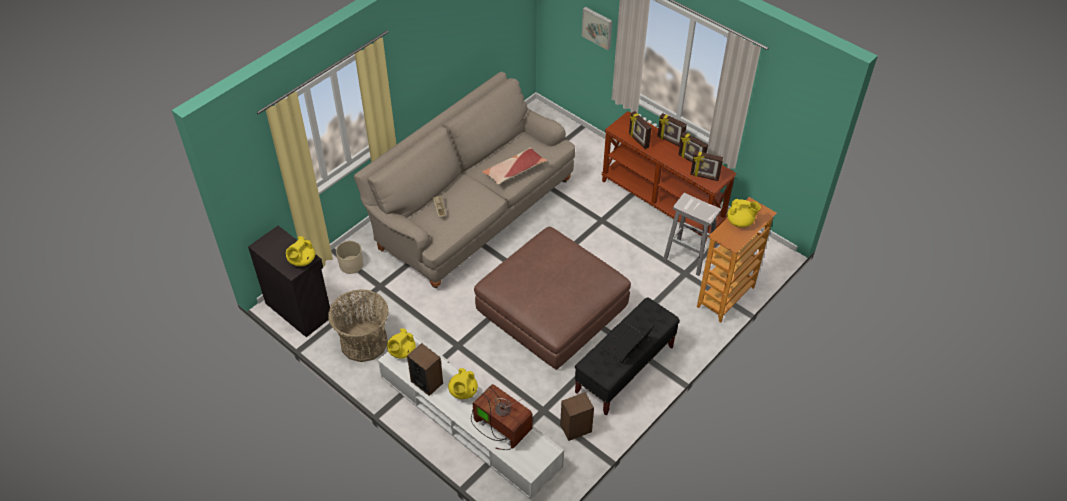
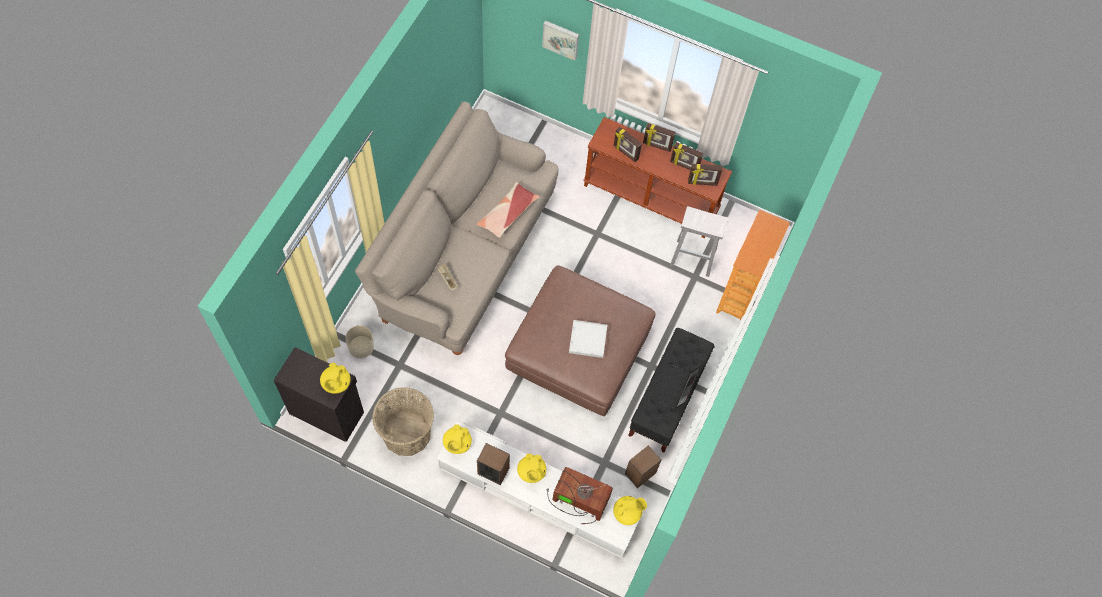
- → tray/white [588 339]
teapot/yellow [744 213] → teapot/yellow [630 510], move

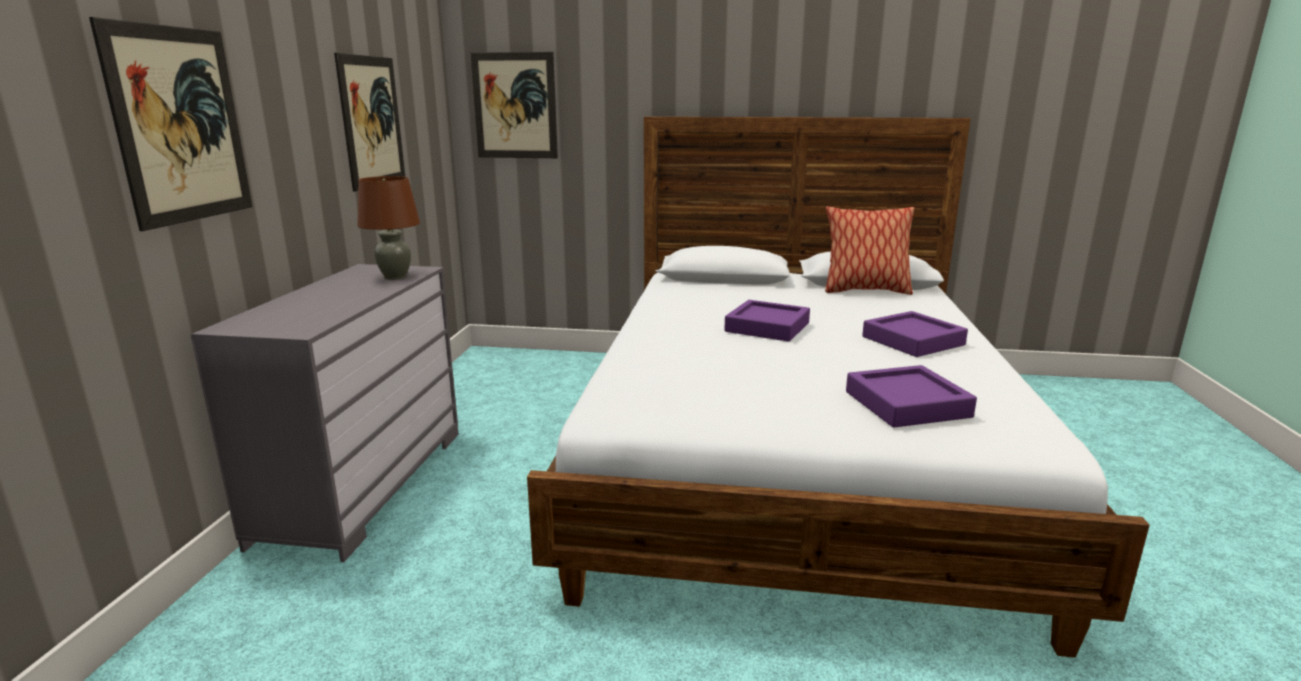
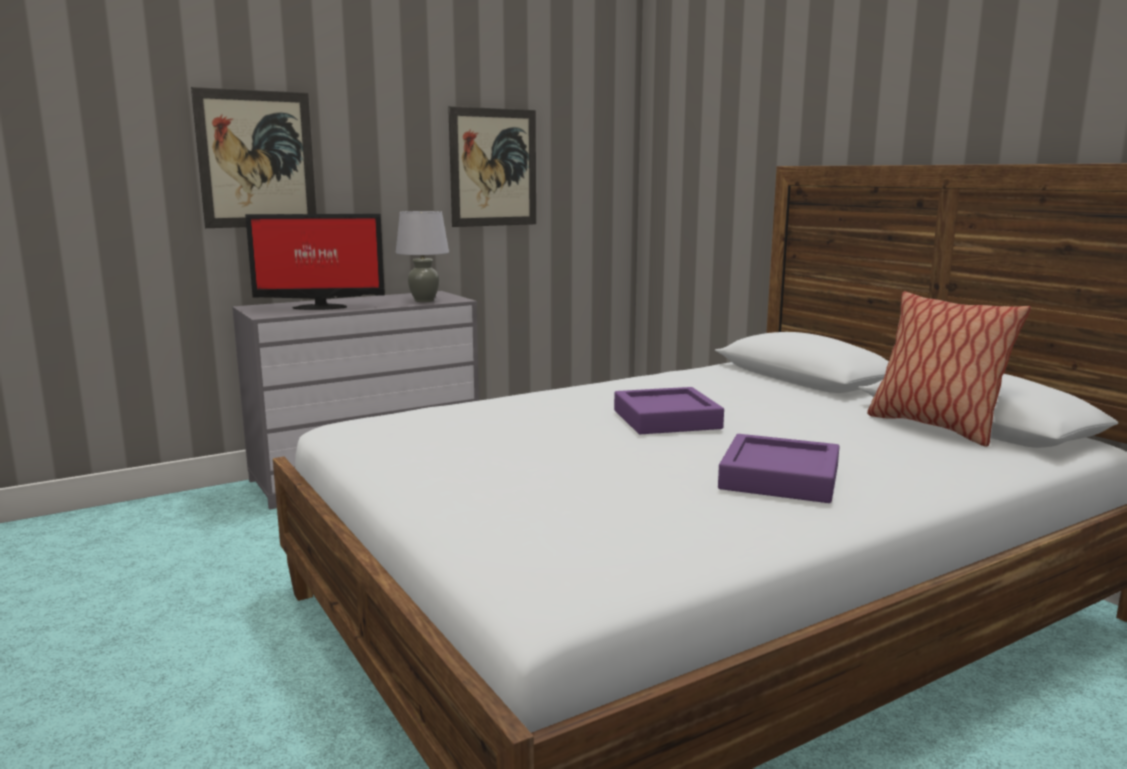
- → monitor [315 262]
table lamp/brown [388 228] → table lamp/grey [422 256]
picture [514 105] → -
tray/purple [911 396] → -

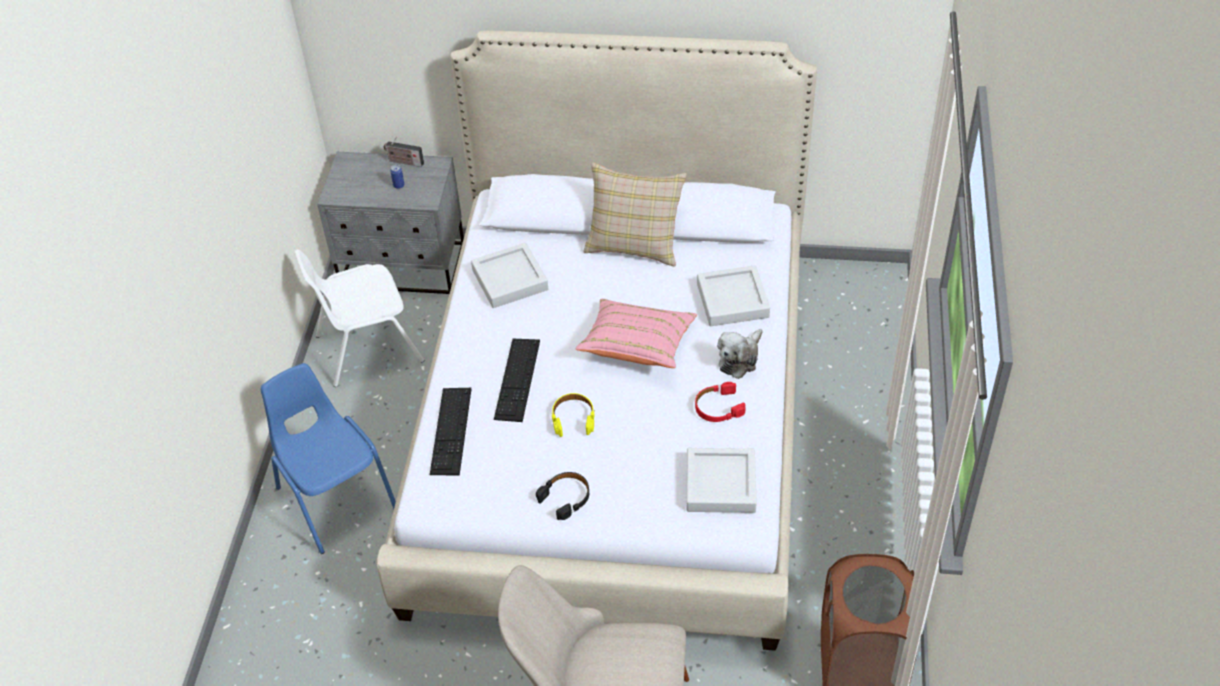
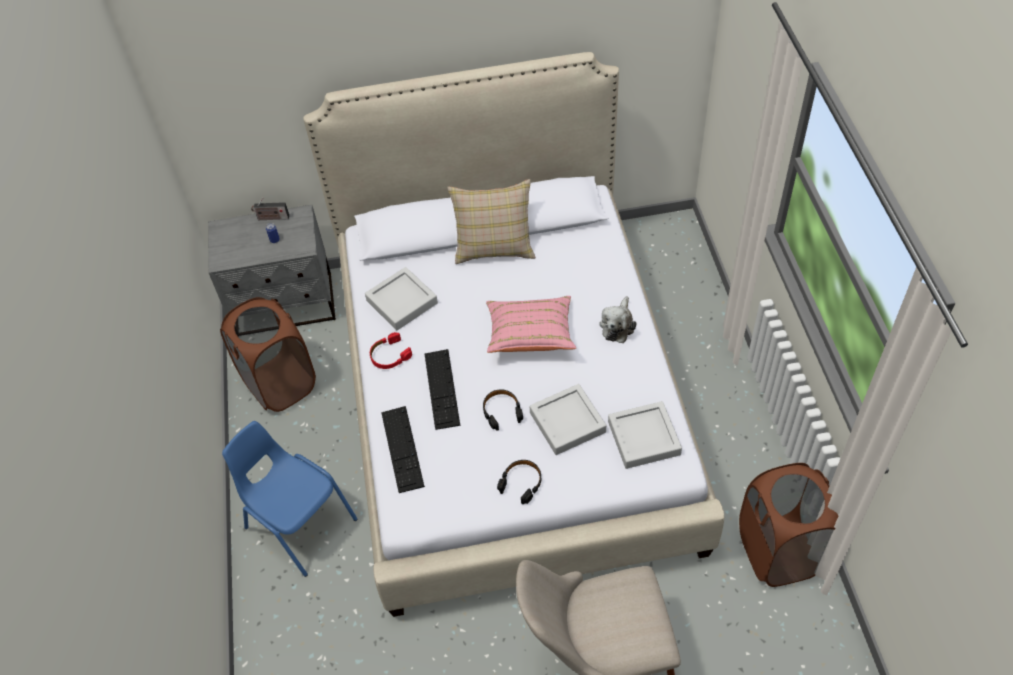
chair/white [359 318] → laundry basket/brown [268 354]
headphones/red [720 402] → headphones/red [391 350], move
headphones/yellow [573 415] → headphones/black [503 410]
tray/grey [733 295] → tray/grey [567 419], move

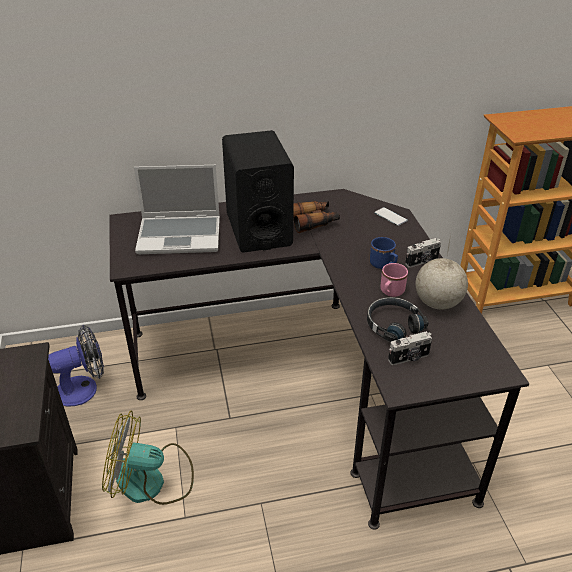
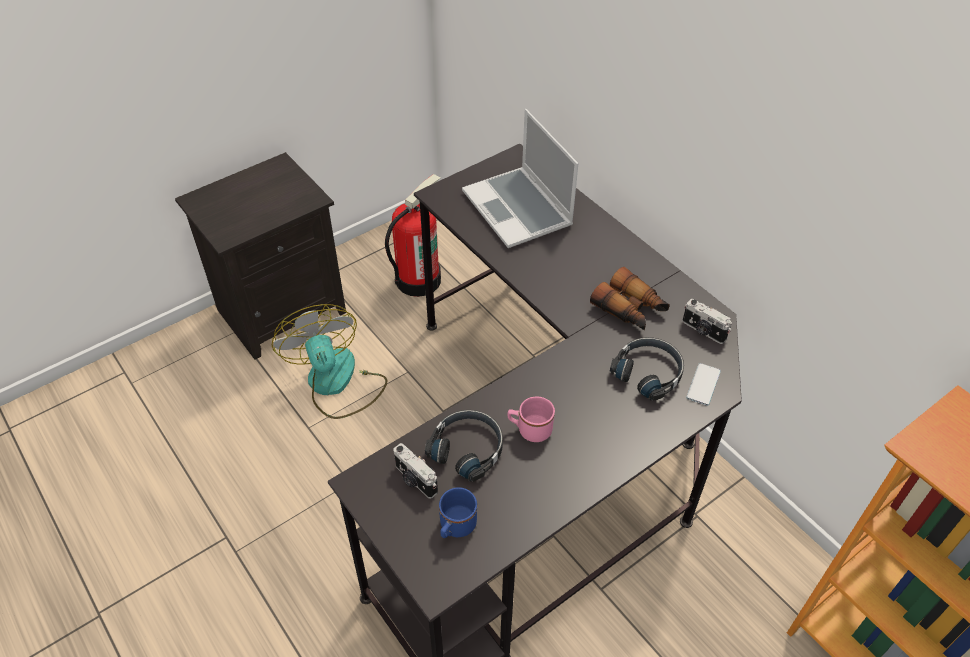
fan [76 366] → fire extinguisher [413 235]
mug/blue [384 253] → mug/blue [458 512], move
- → headphones/black [647 369]
photo camera [423 253] → photo camera [707 321], move
speaker/black [258 191] → -
globe [442 271] → -

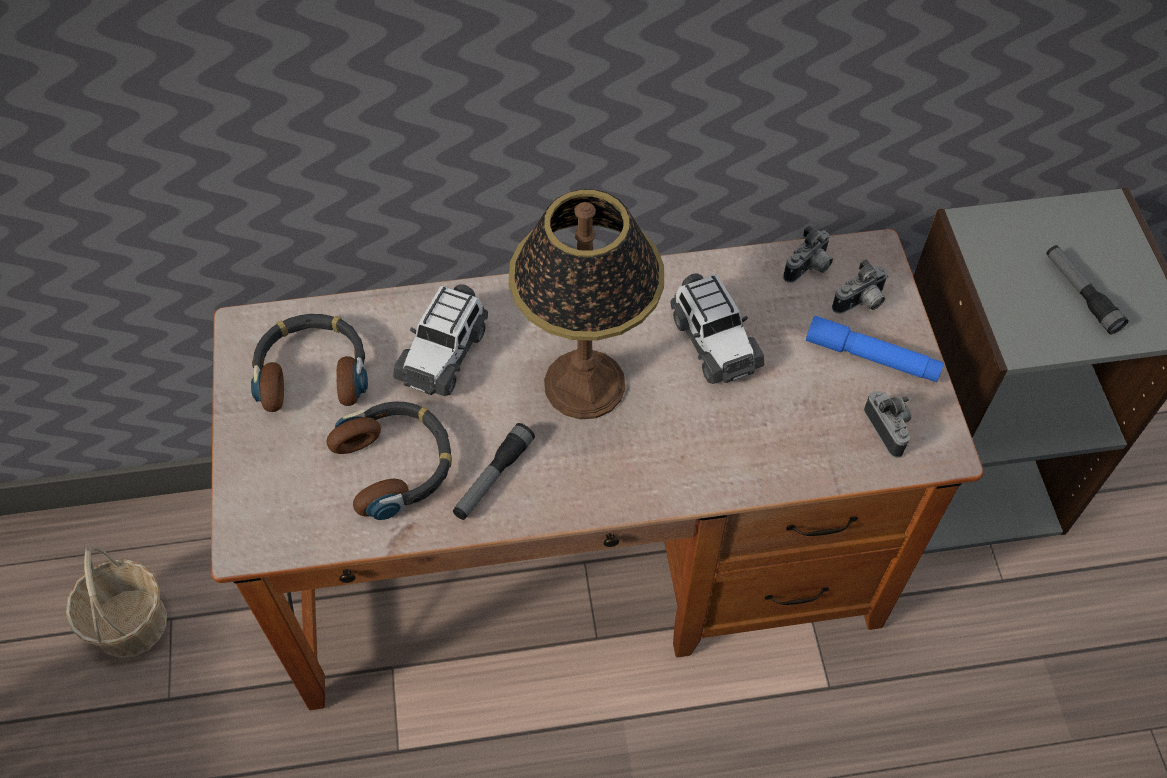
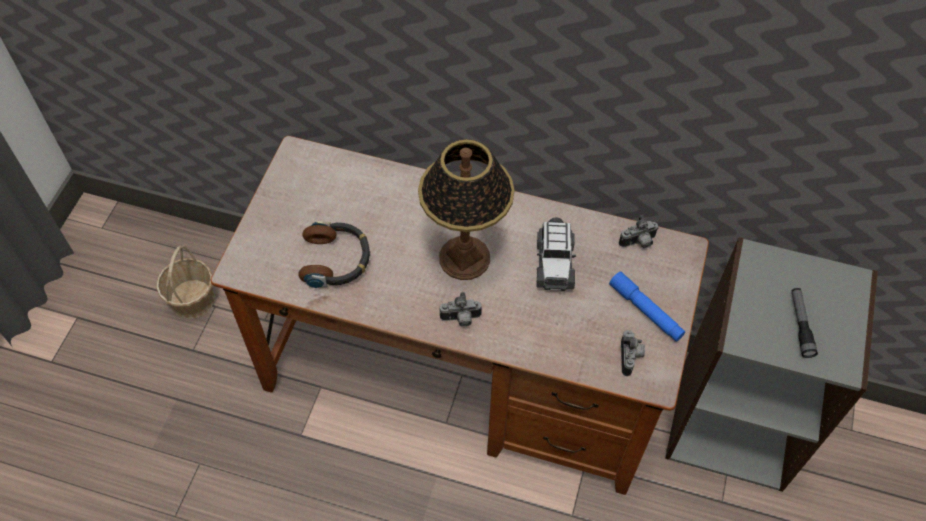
photo camera [860 286] → photo camera [460 309], move
headphones [309 363] → -
toy car [440 340] → -
flashlight [494 471] → -

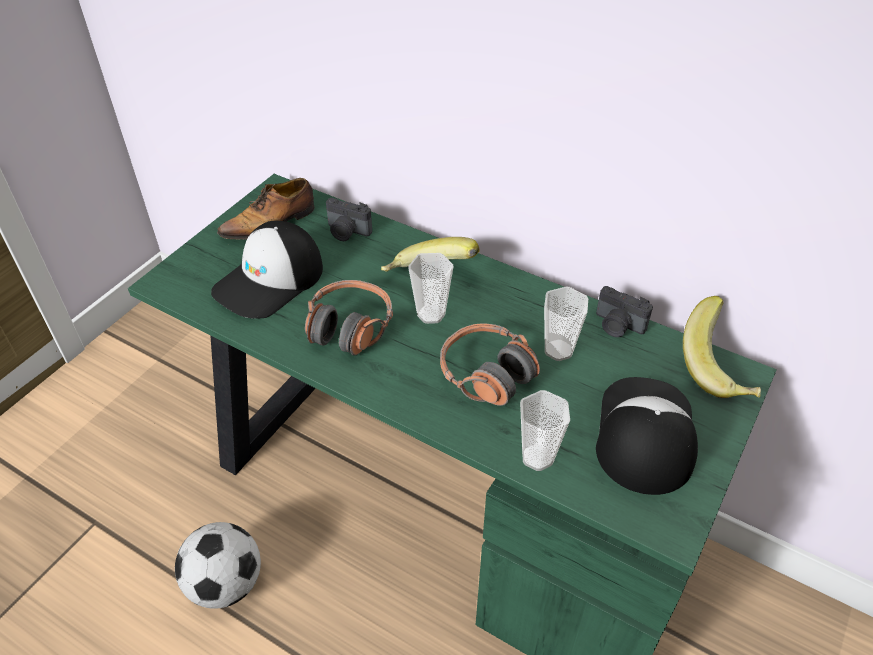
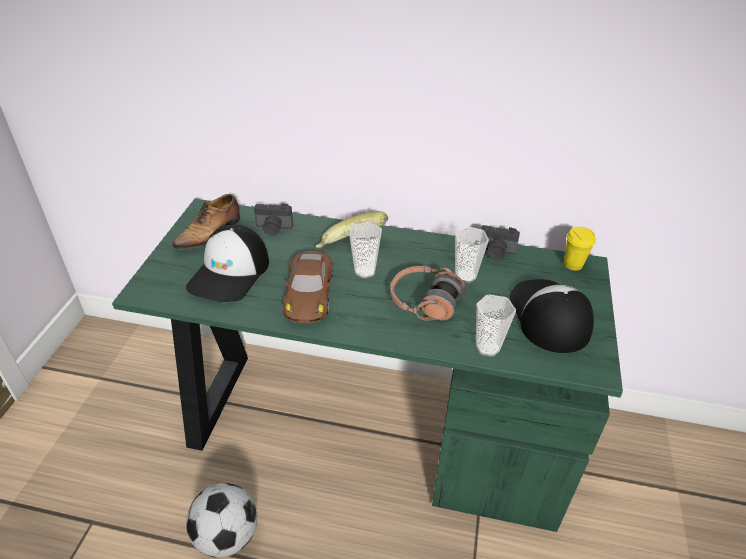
headphones [349 318] → toy car/brown [308 287]
banana [722 347] → cup/yellow [580 249]

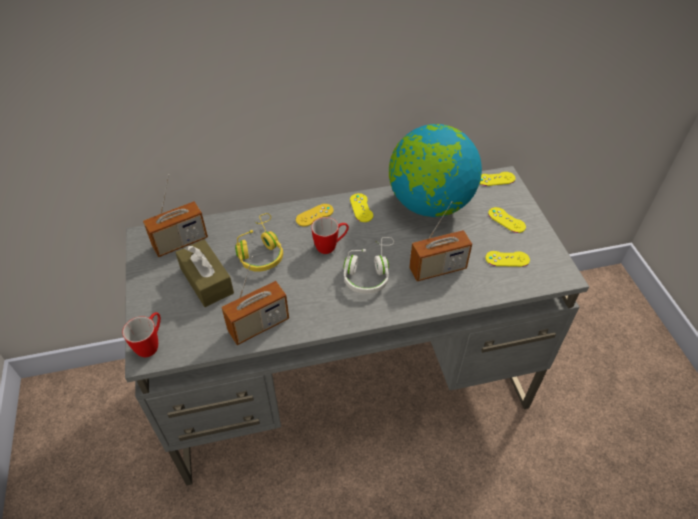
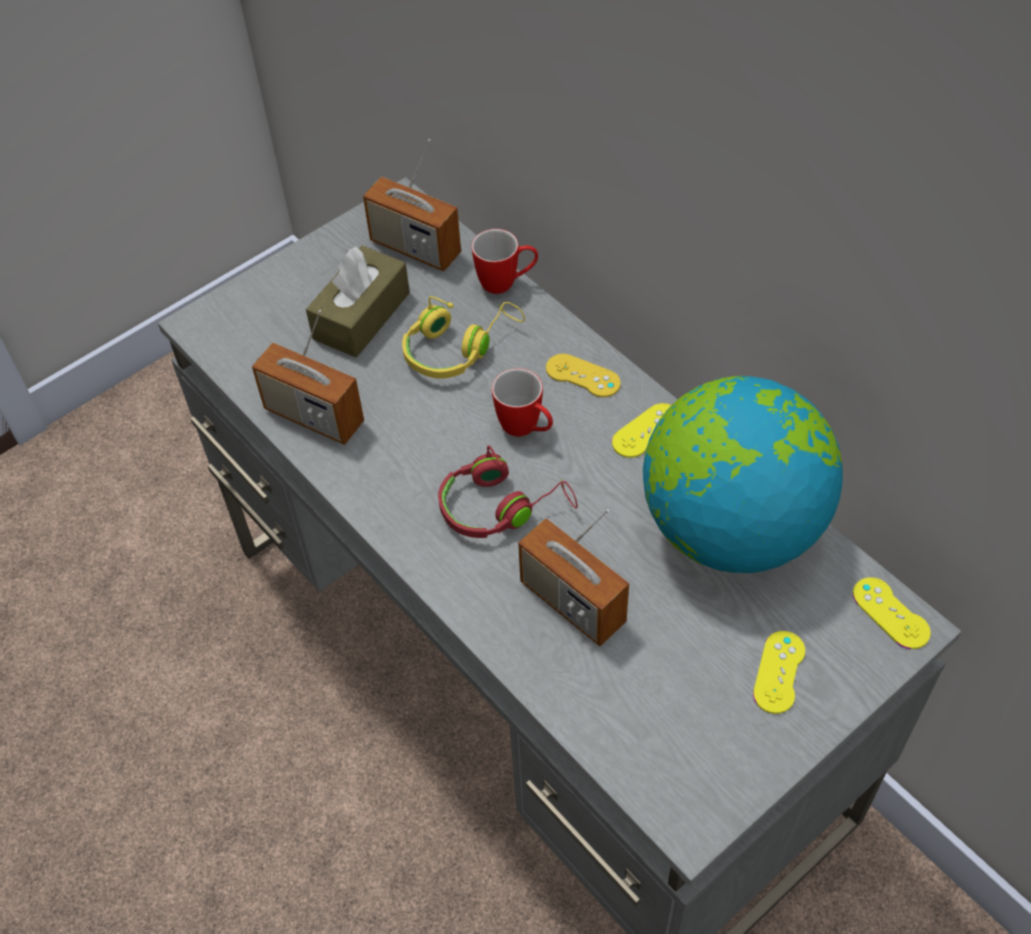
headphones/white [369 265] → headphones/red [508 491]
mug [141 334] → mug [505 261], move
game controller/yellow [507 259] → -

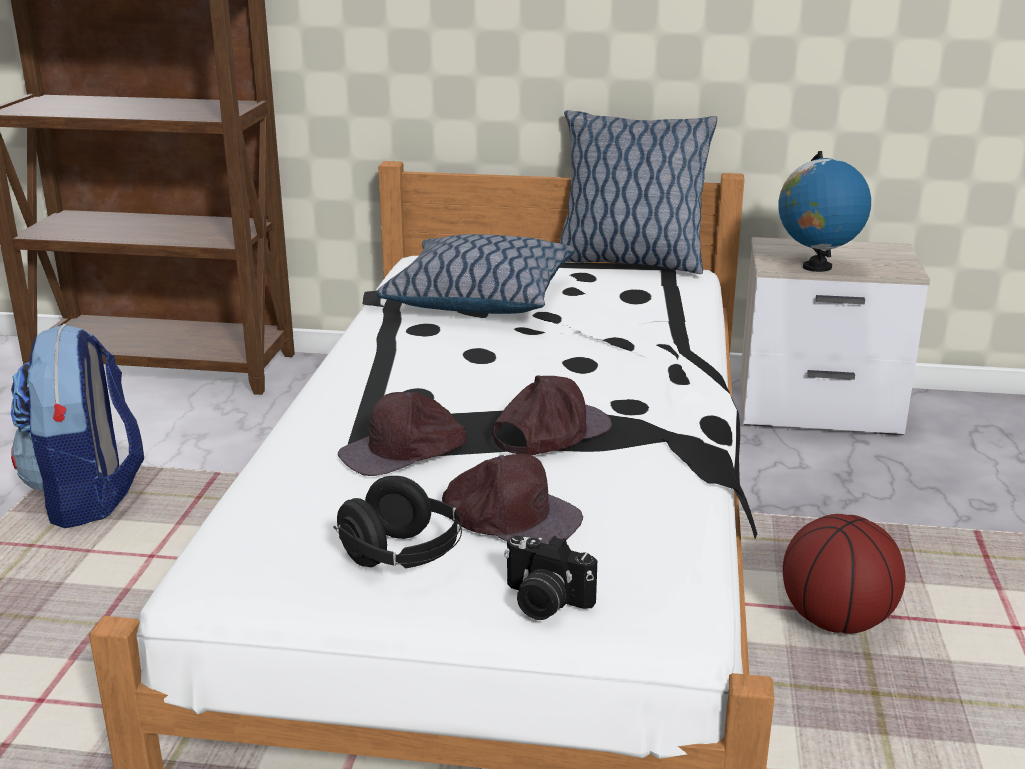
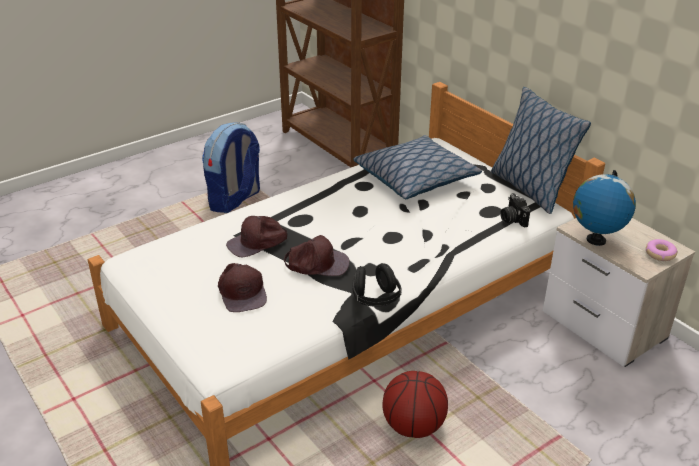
cap/brown [402 434] → cap/brown [256 236], 45 degrees counterclockwise
headphones/black [397 522] → headphones/black [377 285], move
photo camera [550 577] → photo camera [515 210], move
- → donut [662 250]

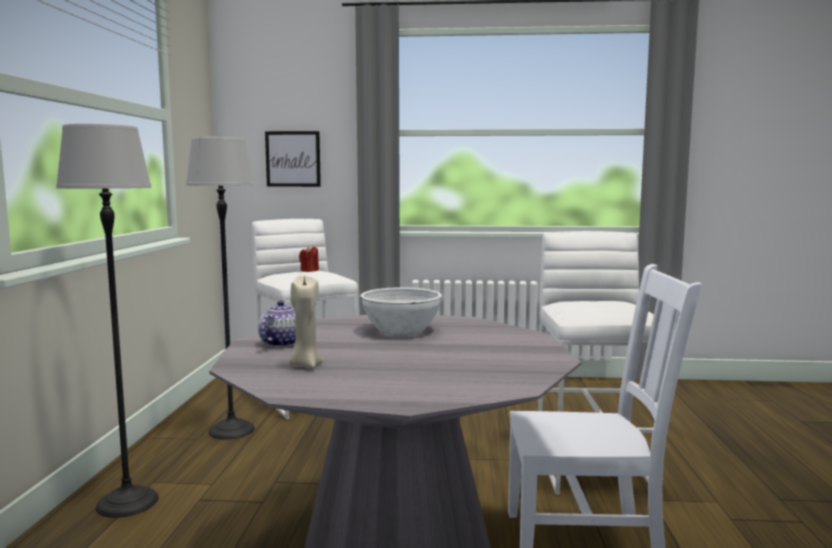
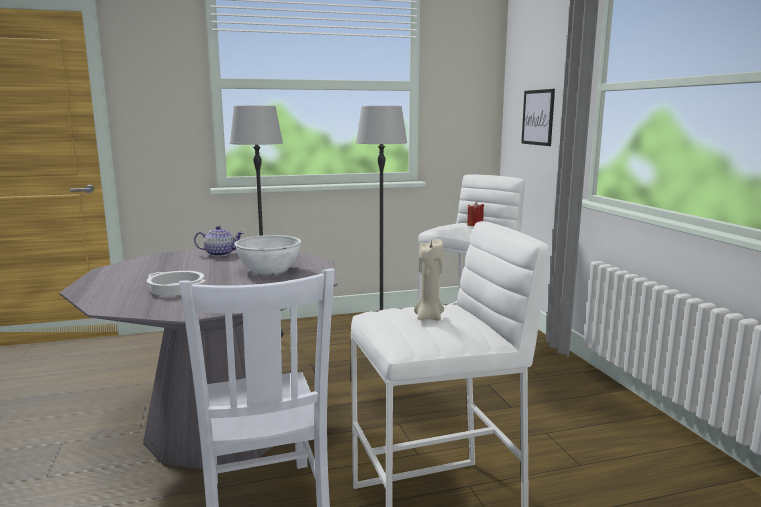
- → cooking pot [176 283]
candle/beige [305 322] → candle/beige [429 280], move

